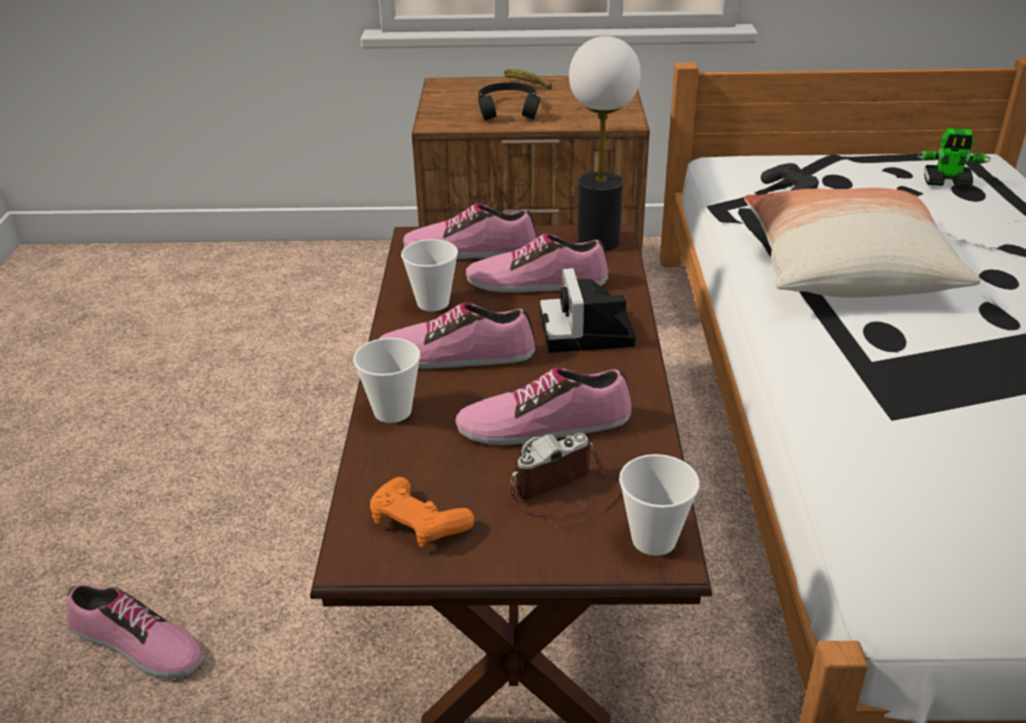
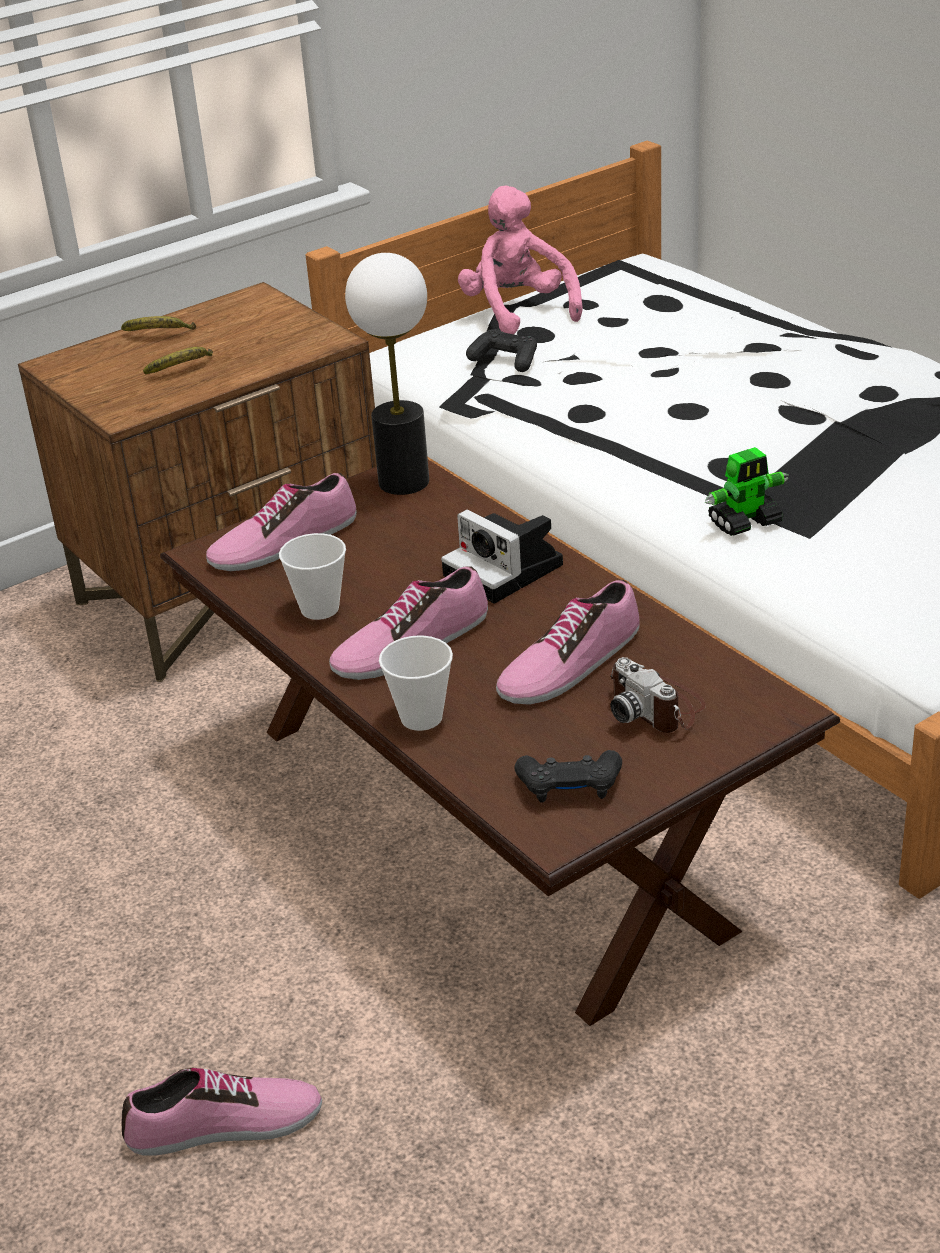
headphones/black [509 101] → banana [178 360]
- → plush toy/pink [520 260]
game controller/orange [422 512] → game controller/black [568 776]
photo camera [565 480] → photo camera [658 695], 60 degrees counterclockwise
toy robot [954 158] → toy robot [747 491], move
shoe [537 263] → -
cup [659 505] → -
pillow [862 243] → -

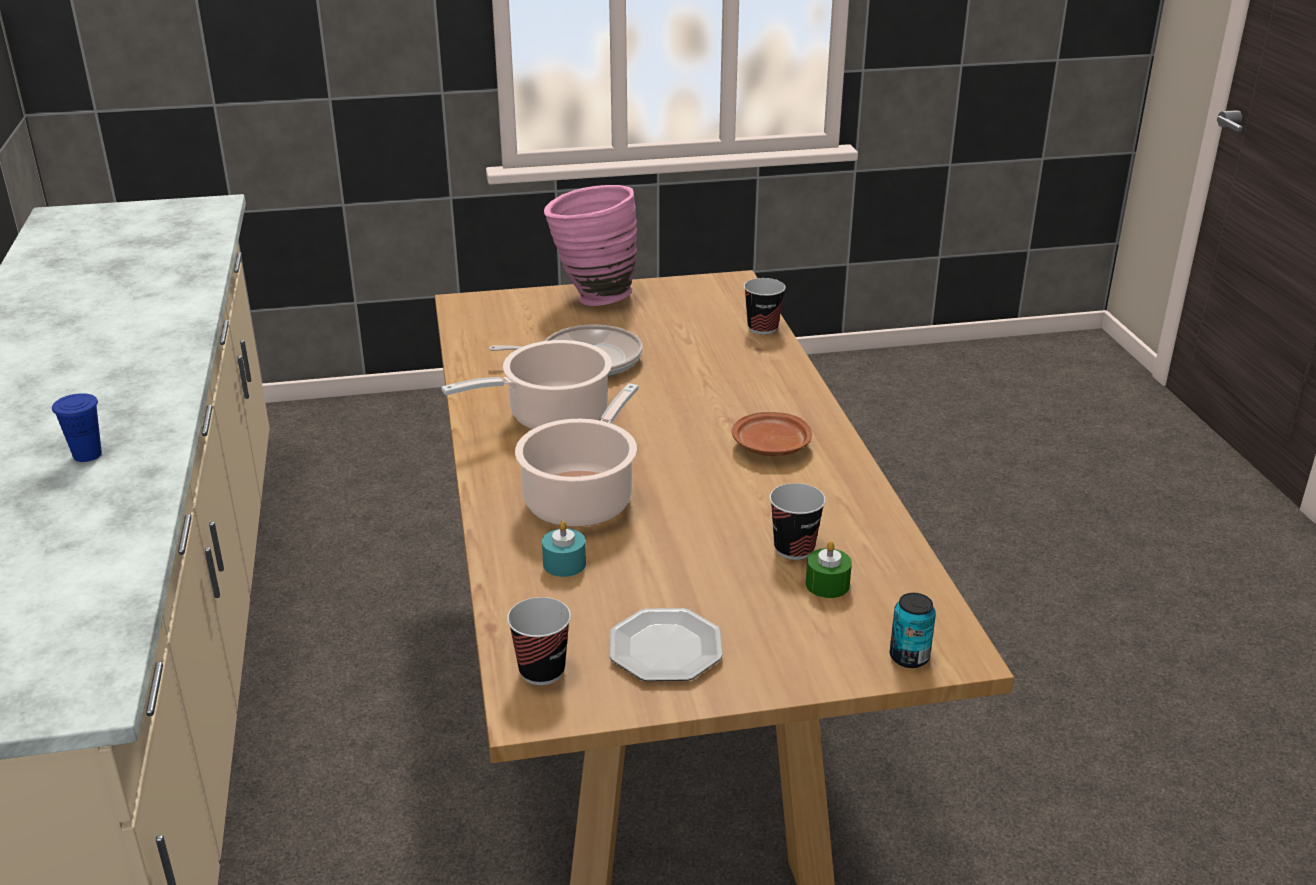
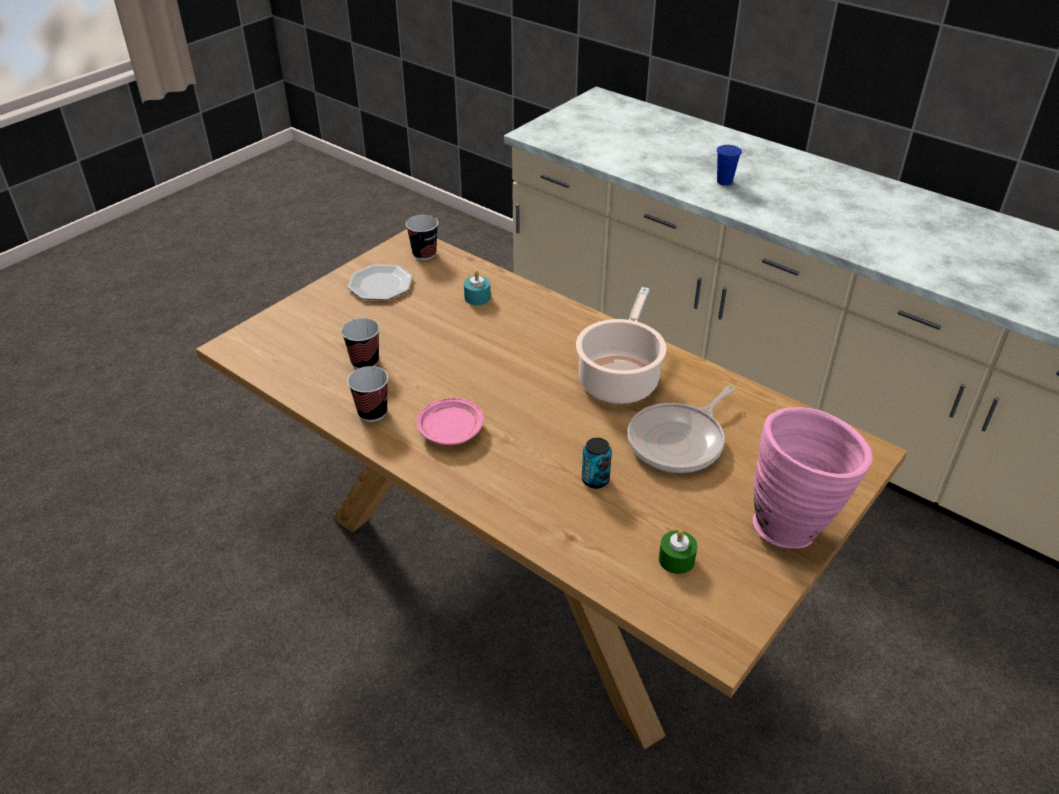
cup [765 306] → cup [367 394], move
plate/brown [772 434] → plate/pink [450 421]
can [913 630] → can [597 463], move
candle/green [829 569] → candle/green [678 552], move
cooking pot [577 455] → -

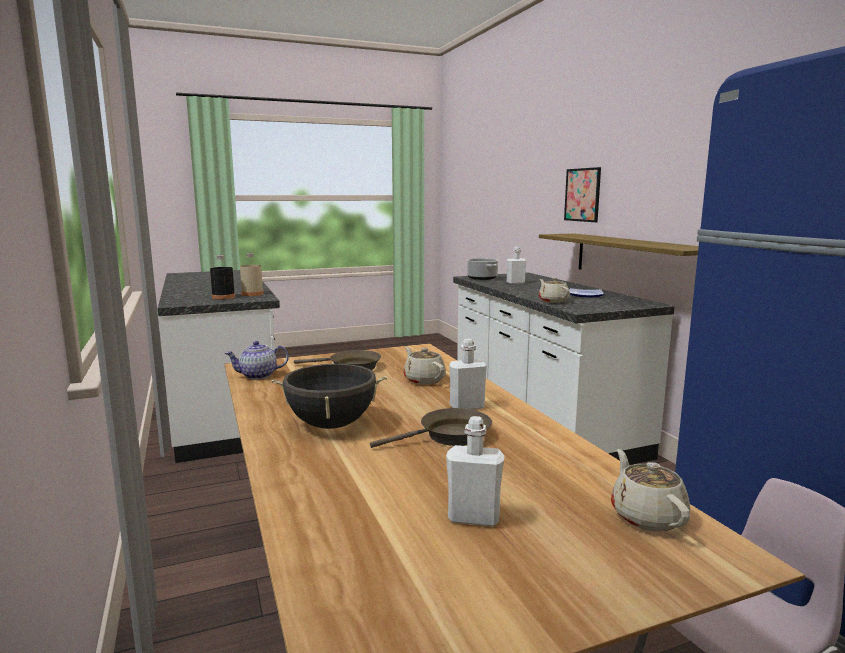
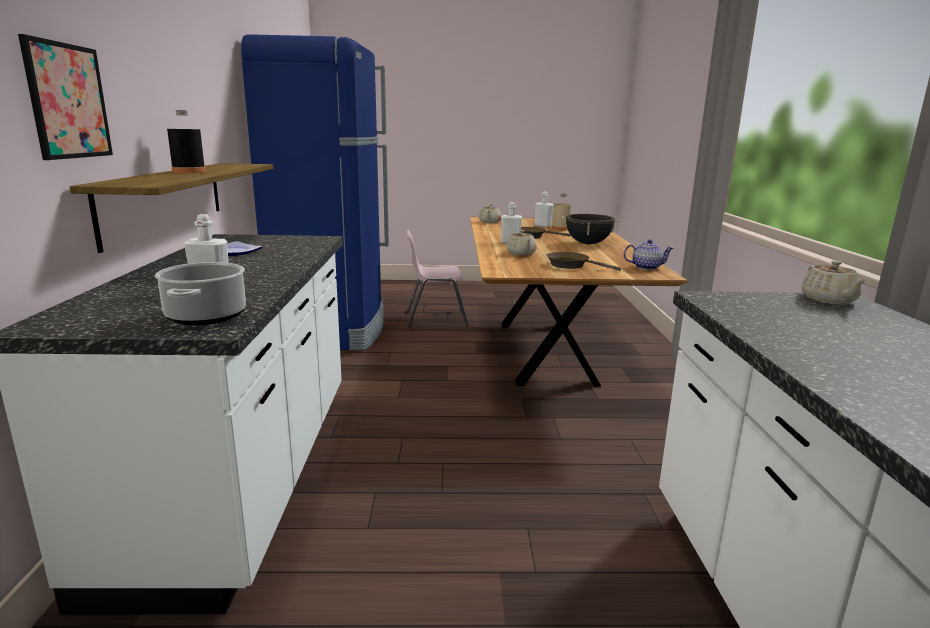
bottle/black [222 277] → bottle/black [186 141], move
bottle/beige [251 274] → bottle/beige [562 212], move
teapot/beige [554 290] → teapot/beige [834 283], move

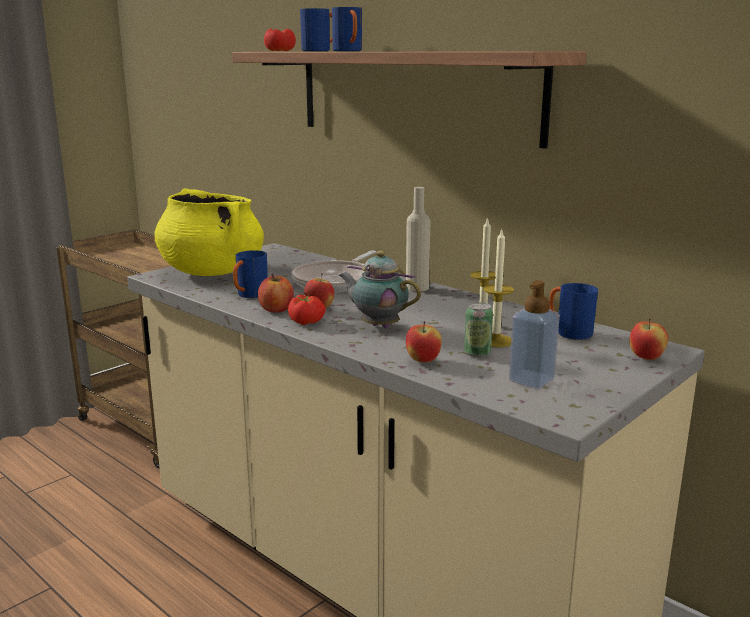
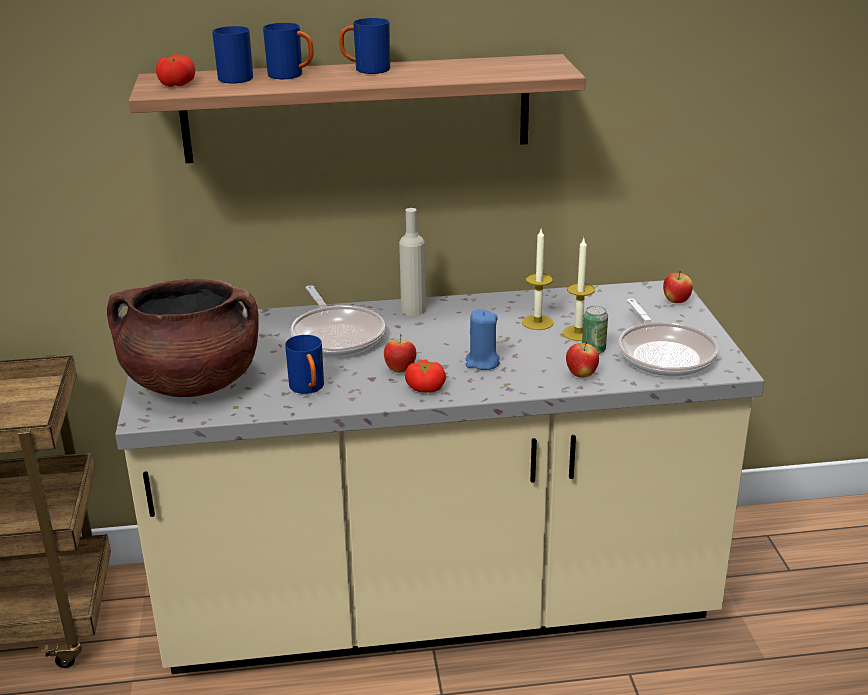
cooking pot/yellow [209 232] → cooking pot/brown [183 337]
mug/blue [573 311] → mug/blue [364 46], move
teapot [380 289] → candle/blue [482 339]
soap dispenser [534 334] → frying pan [668 338]
apple [276 293] → -

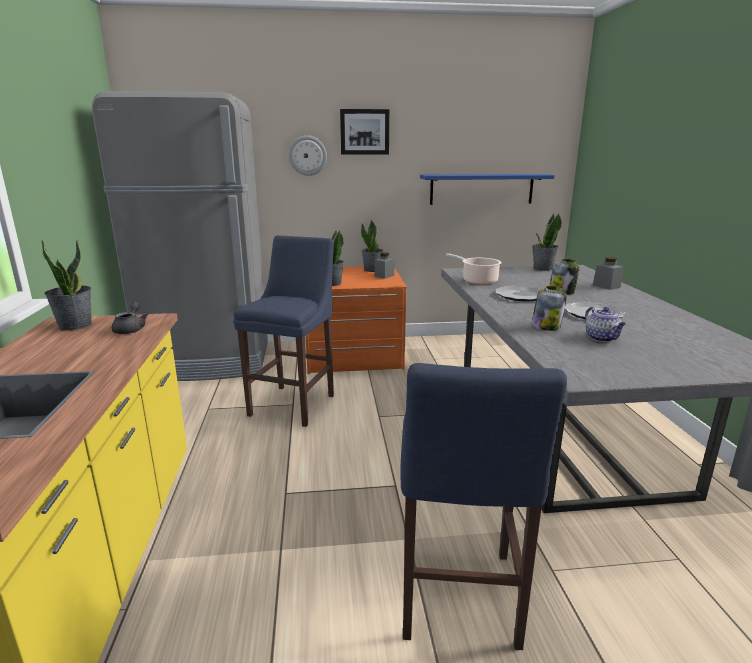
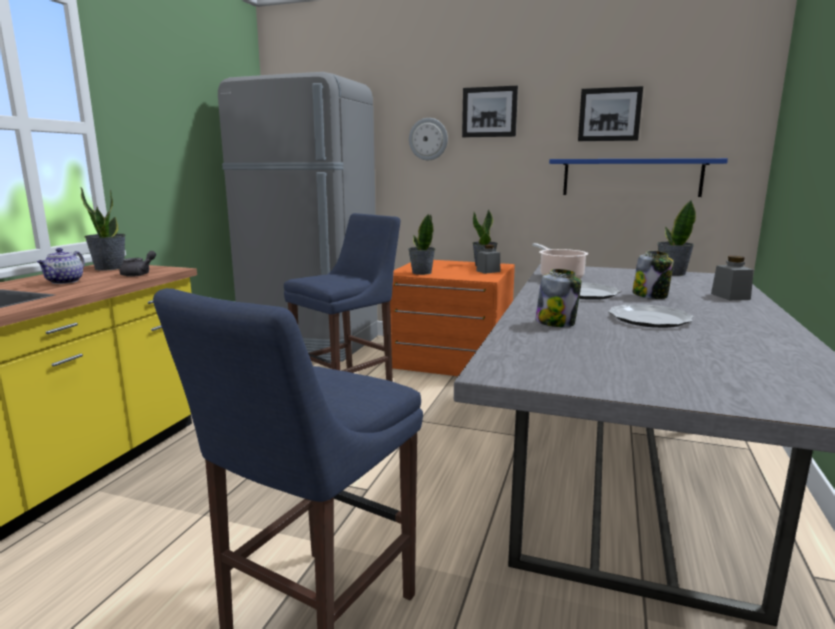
teapot [605 324] → teapot [61 266], move
- → picture [610 113]

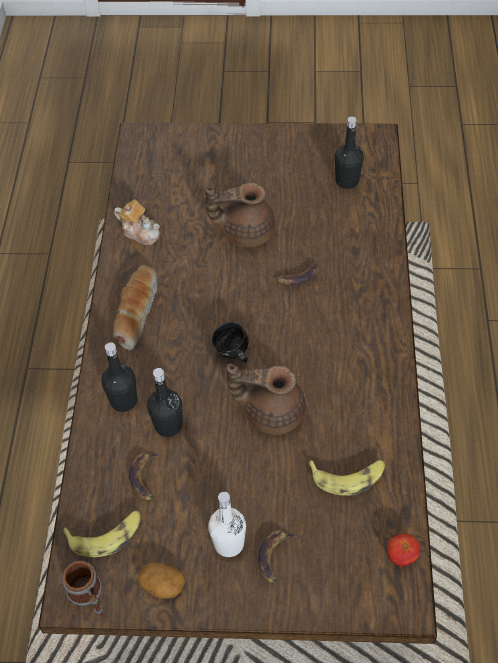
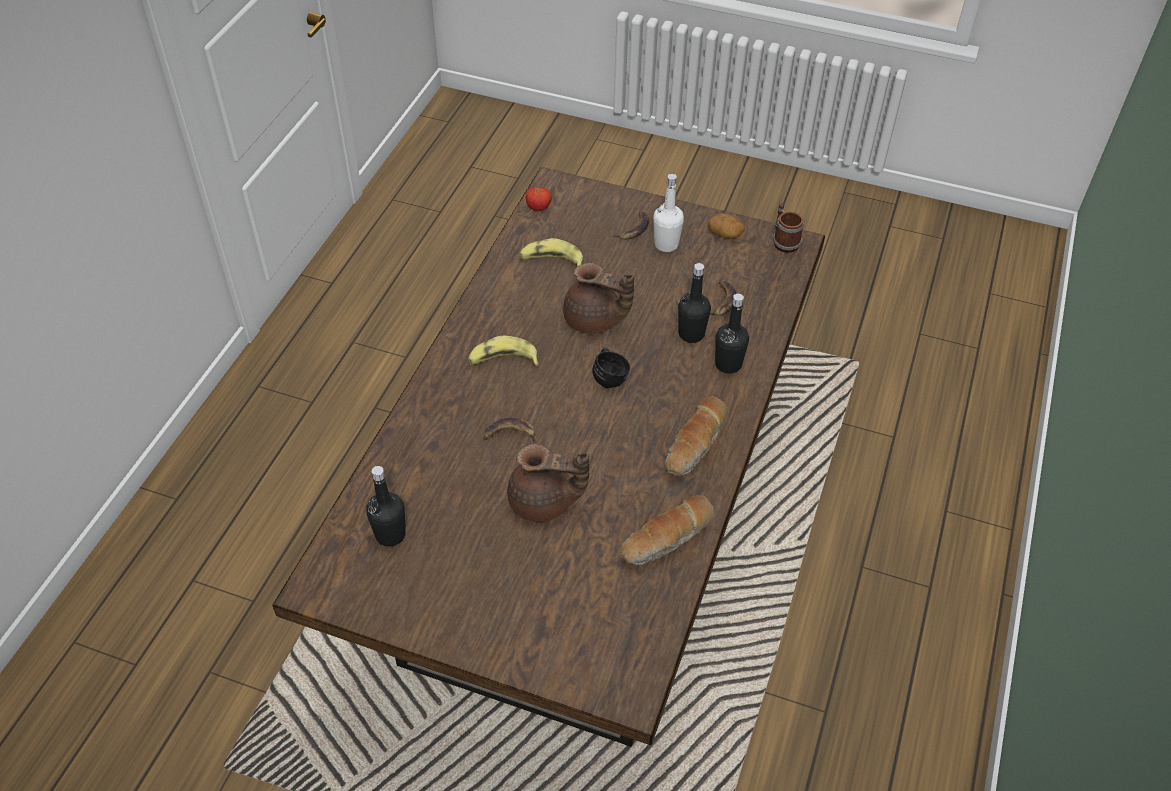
banana [102 533] → banana [504 351], move
teapot [137 222] → bread [667 530]

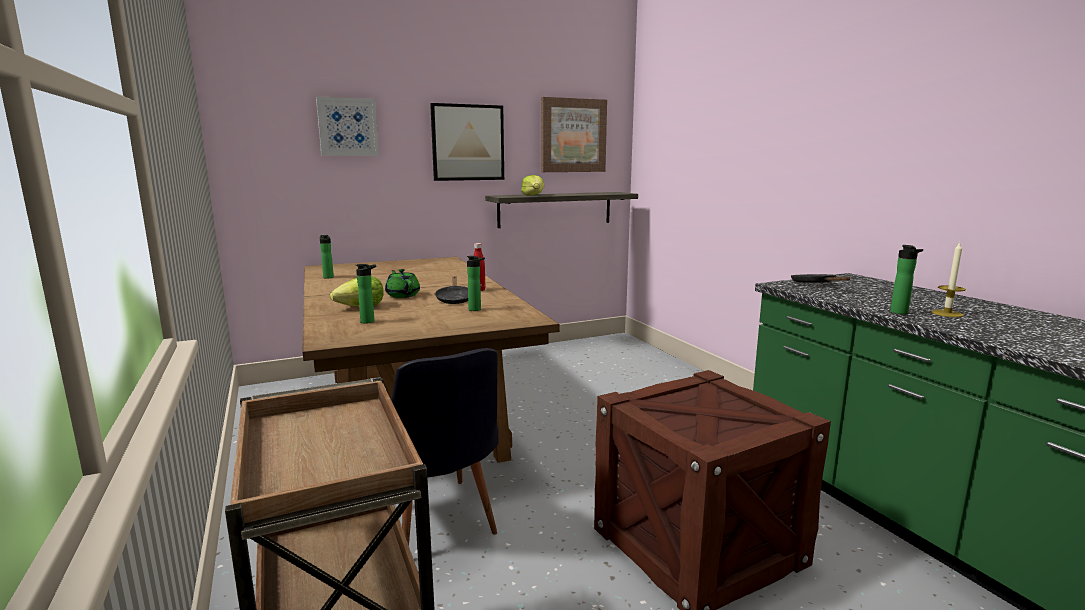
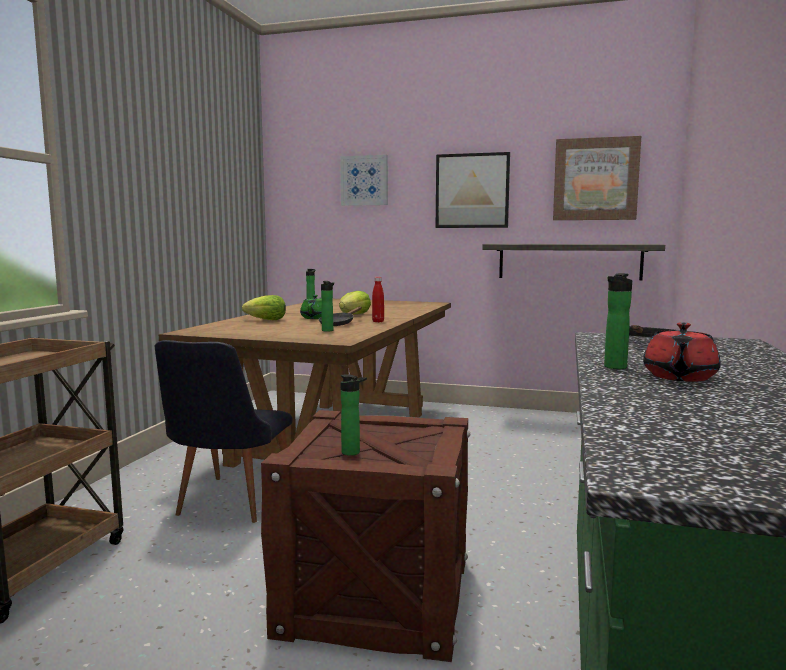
lettuce [532 185] → lettuce [355 302], move
bottle [365 294] → bottle [354 415], move
candle [948 279] → teapot/red [682 352]

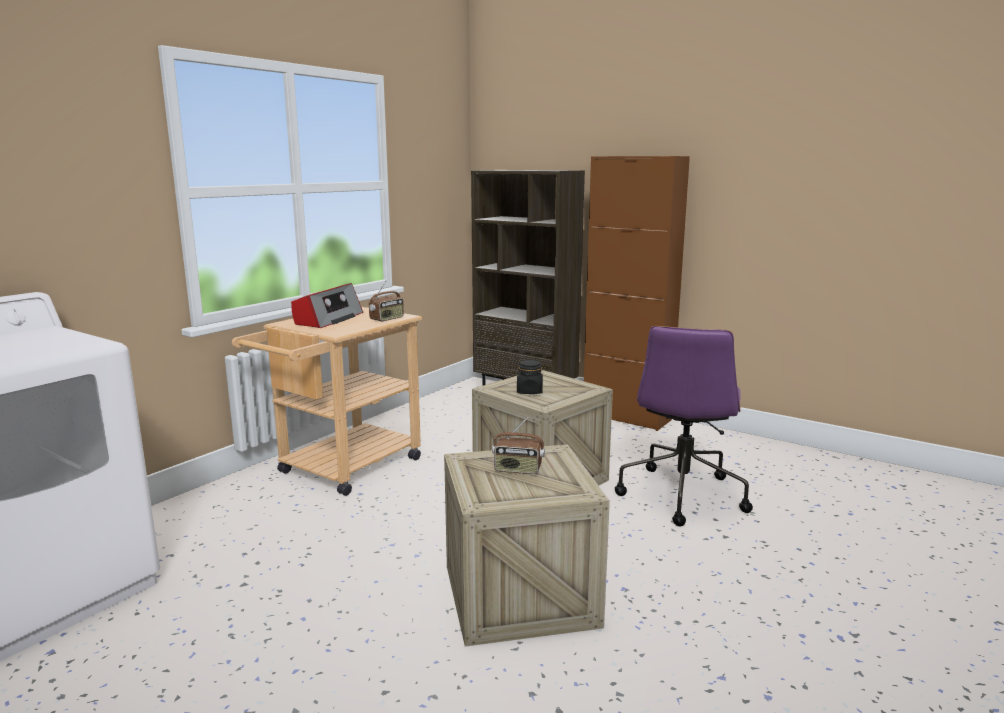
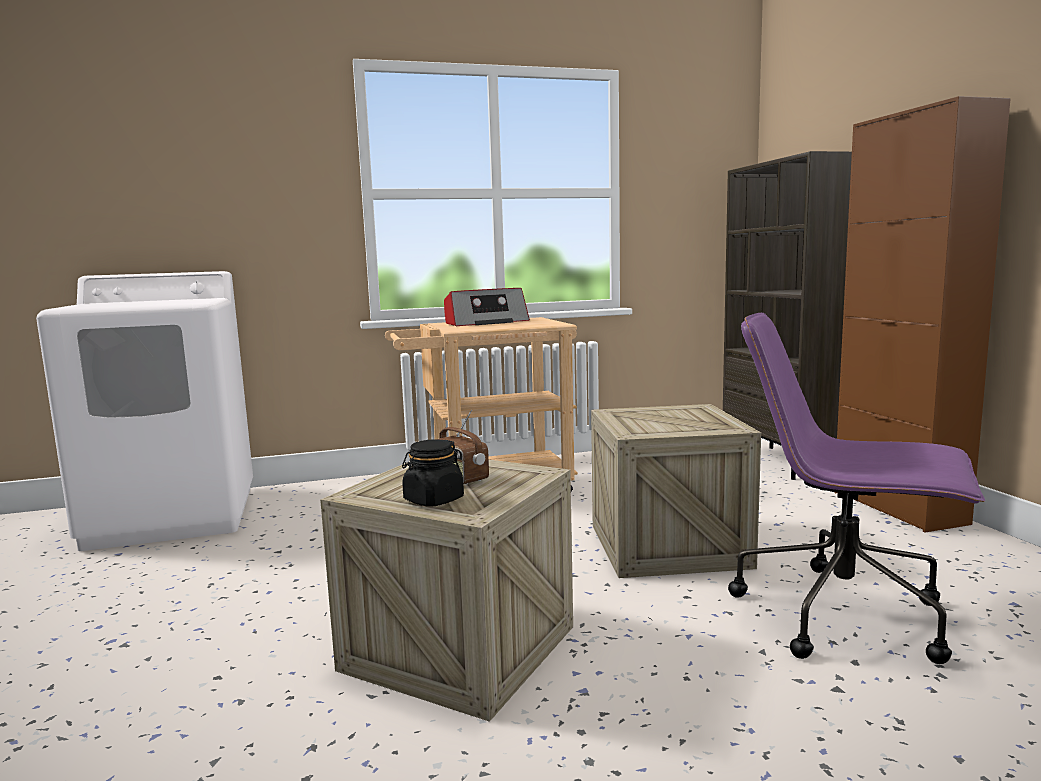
jar/black [530 377] → jar/black [433 473], move
office chair/purple [684 426] → office chair/purple [856 488], 60 degrees clockwise
radio [386 301] → -

